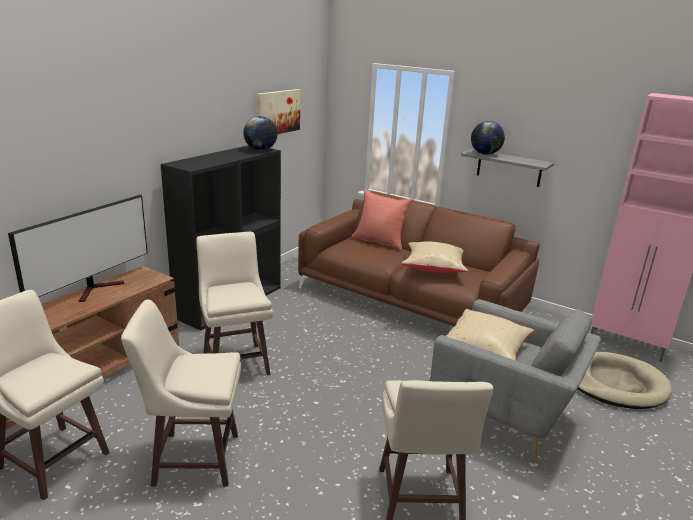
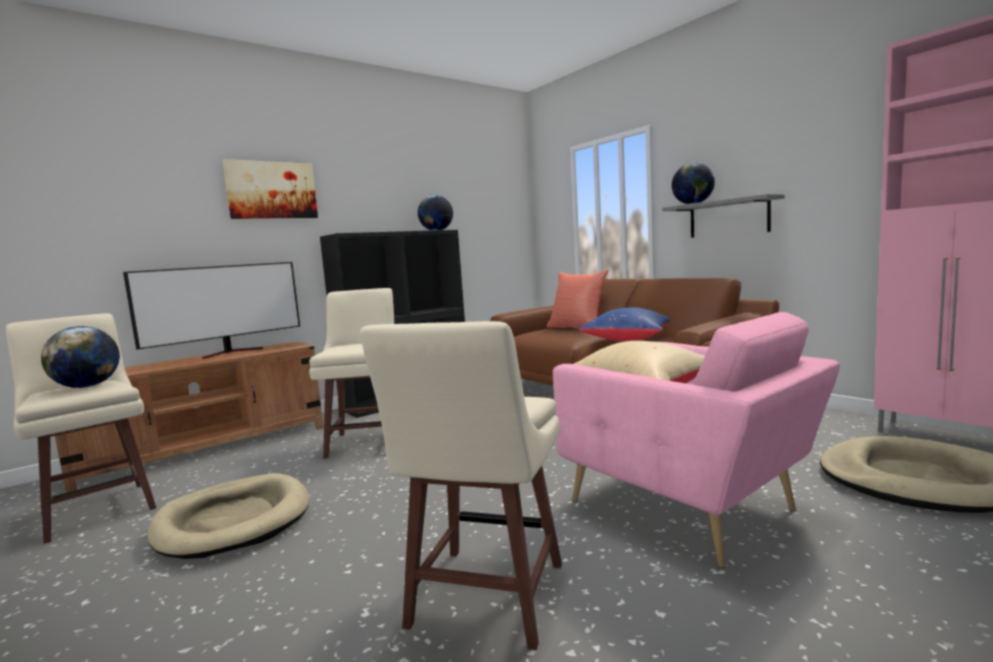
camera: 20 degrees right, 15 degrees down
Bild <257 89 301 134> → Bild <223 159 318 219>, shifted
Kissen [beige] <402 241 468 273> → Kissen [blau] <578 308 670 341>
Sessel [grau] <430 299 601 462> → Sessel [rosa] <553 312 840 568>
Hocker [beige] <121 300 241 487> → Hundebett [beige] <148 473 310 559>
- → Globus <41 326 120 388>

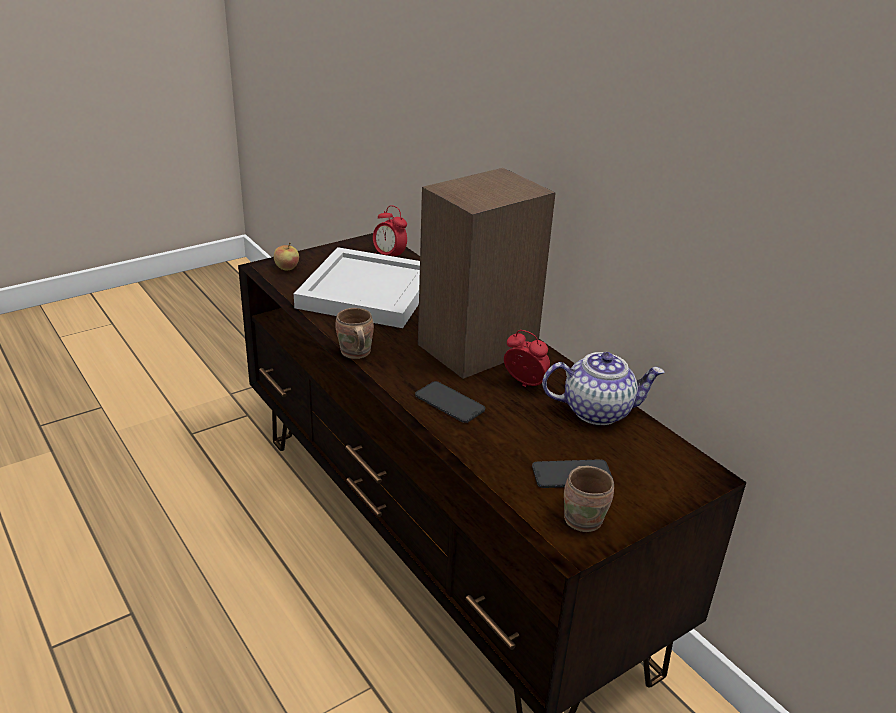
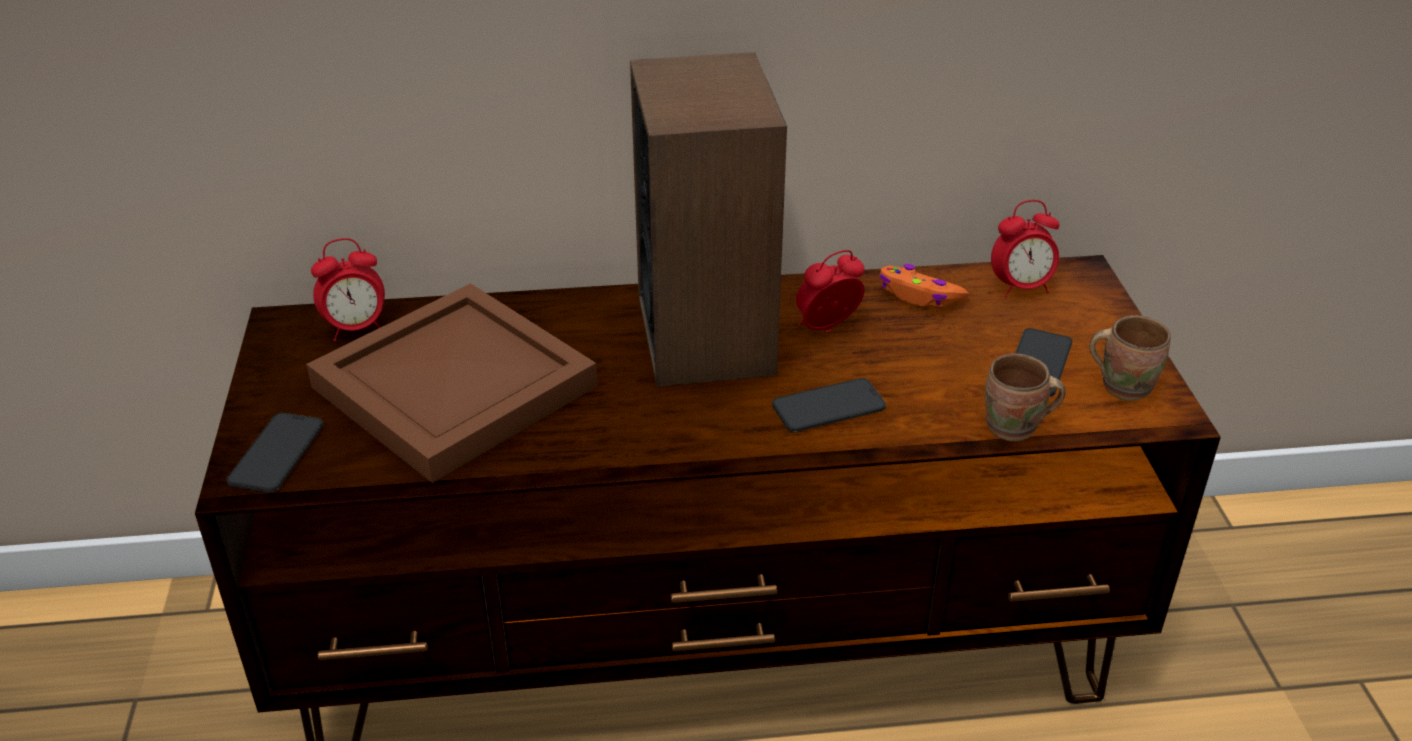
camera: 60 degrees left, 5 degrees up
Apfel <274 242 299 270> → Handy <226 413 323 493>
Tablett [weiß] <294 247 420 328> → Tablett [braun] <306 283 598 483>
Henkelbecher [braun] <335 308 374 359> → Henkelbecher [braun] <985 353 1065 441>, shifted
Teekanne <542 352 664 425> → Gamepad [orange] <879 264 969 307>
- → Wecker <991 200 1060 298>

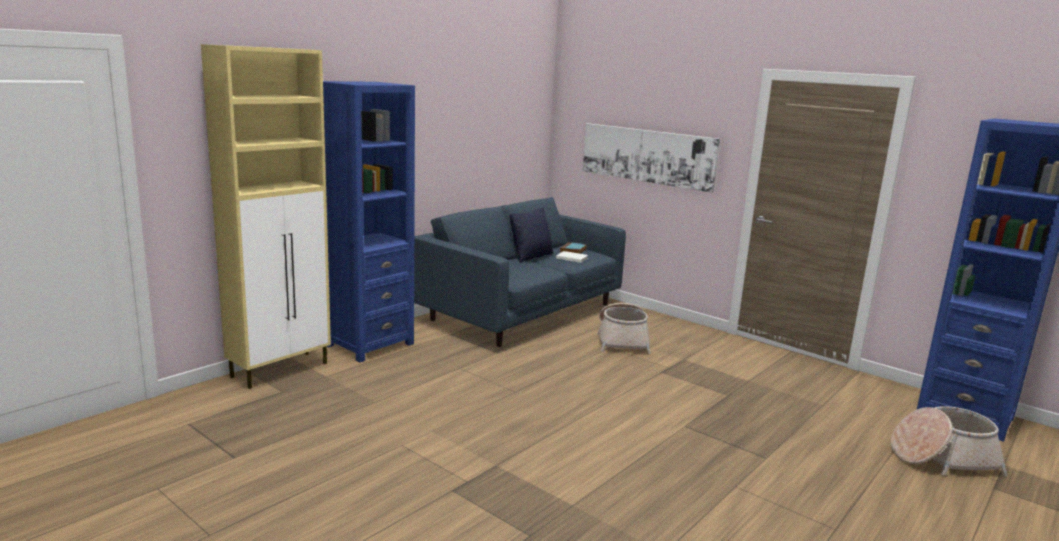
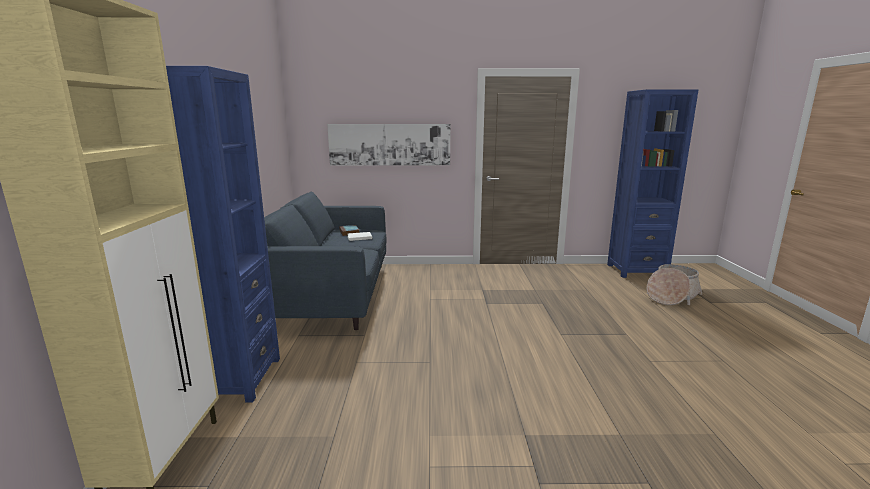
camera: 40 degrees left, 0 degrees up
Kissen [schwarz] <510 208 553 263> → -
Korb <597 303 651 354> → -

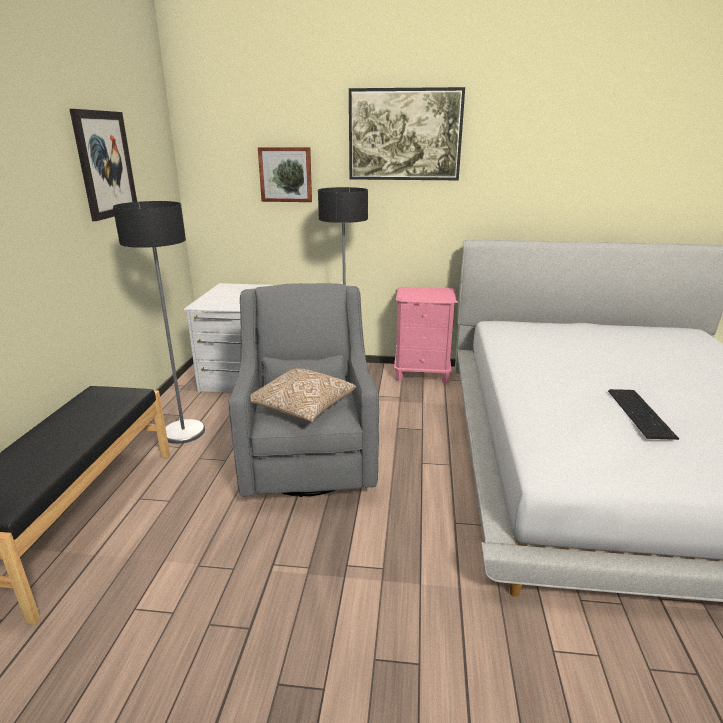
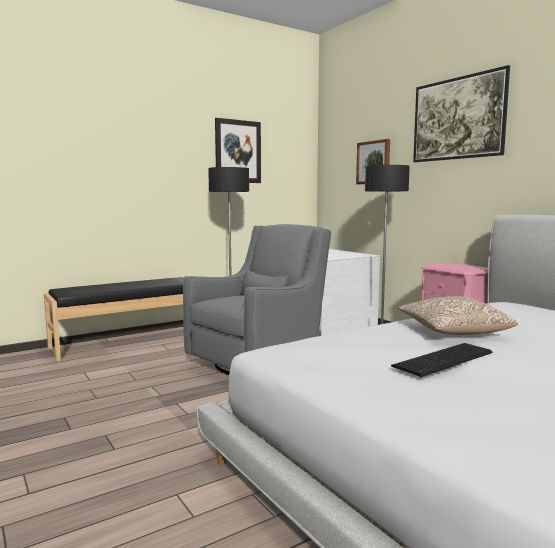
camera: 50 degrees right, 15 degrees down
Kissen <251 368 356 422> → Kissen <398 296 518 335>, shifted

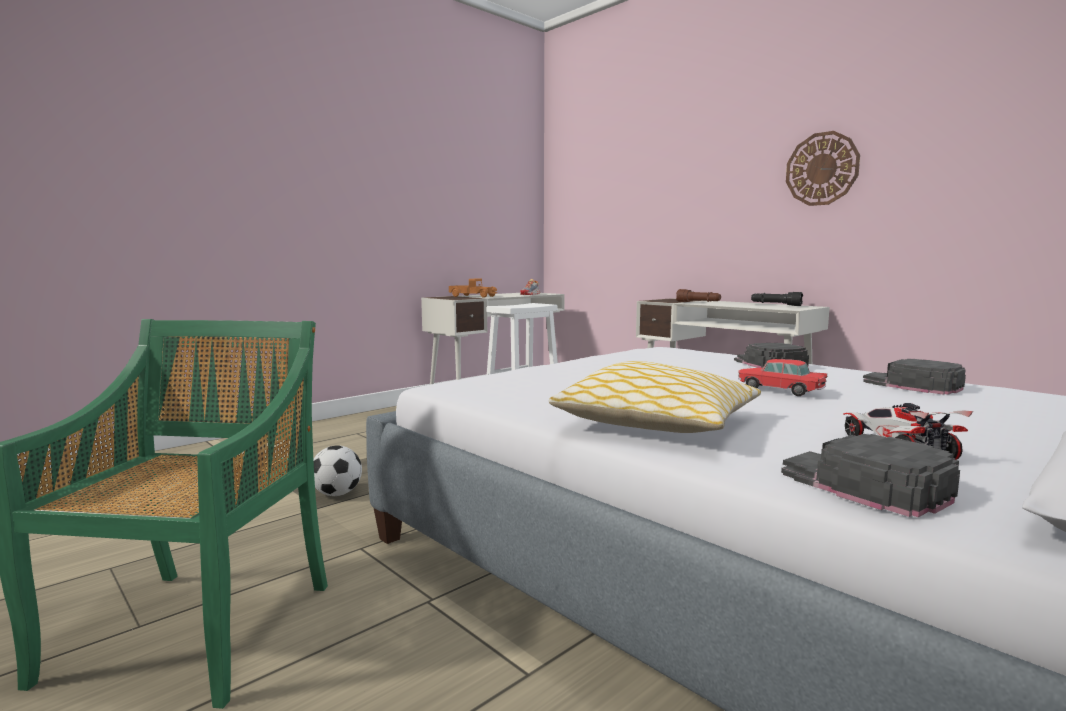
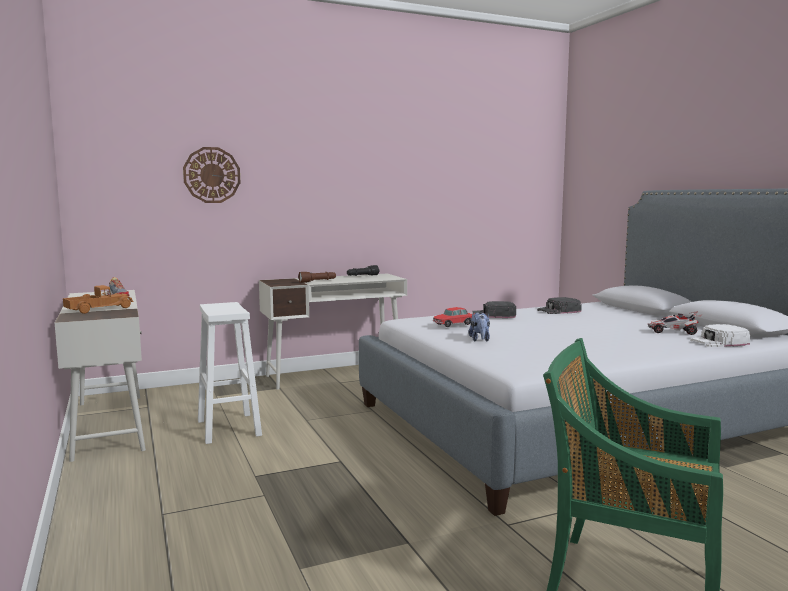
camera: 70 degrees left, 0 degrees up
Wanduhr <786 131 860 206> → Wanduhr <183 147 240 203>, shifted
Spielzeugauto <738 359 827 396> → Spielzeugauto <433 307 475 327>, shifted
Kissen <549 361 761 433> → -
Kappe [schwarz] <781 434 960 517> → Kappe [weiß] <690 324 751 347>
Fußball <313 445 362 496> → -
- → Plüschtier <469 312 490 341>

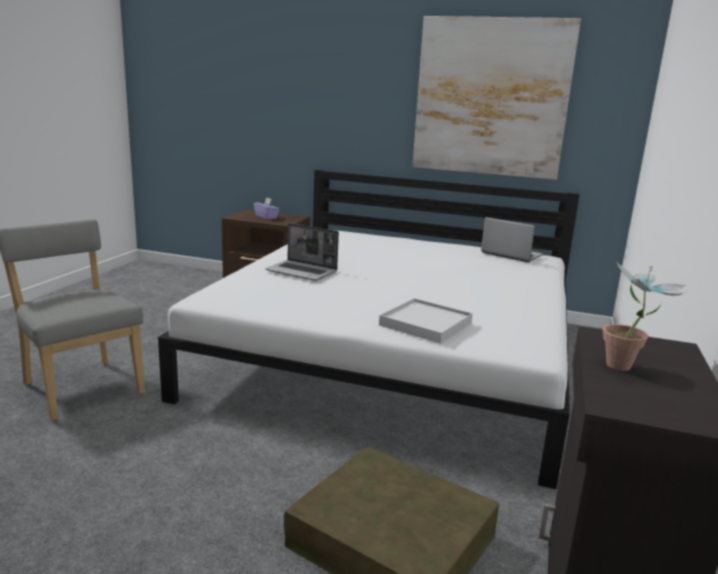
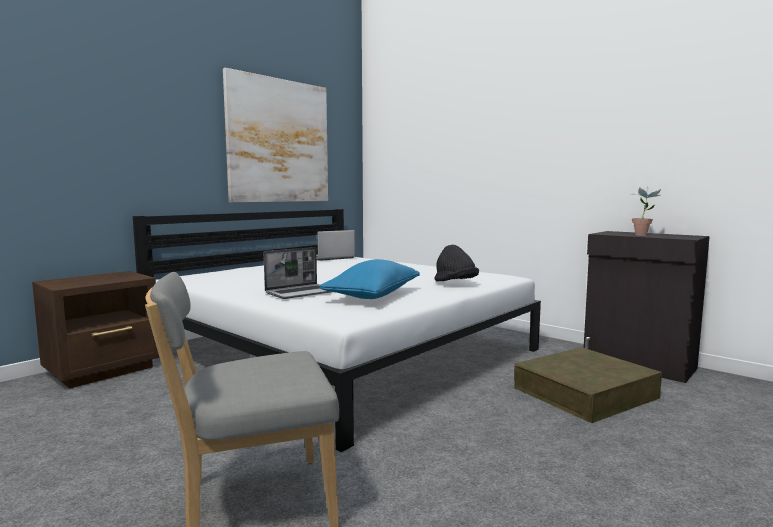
camera: 65 degrees left, 10 degrees down
Taschentuchbox [lila] <254 197 280 220> → -
Tablett [weiß] <379 298 473 344> → Hut [schwarz] <434 245 479 282>
- → Kissen [blau] <319 259 420 299>

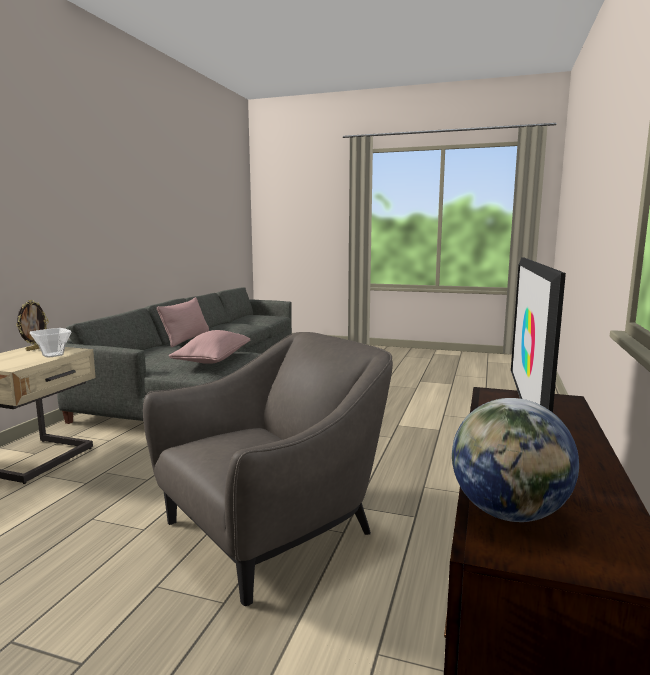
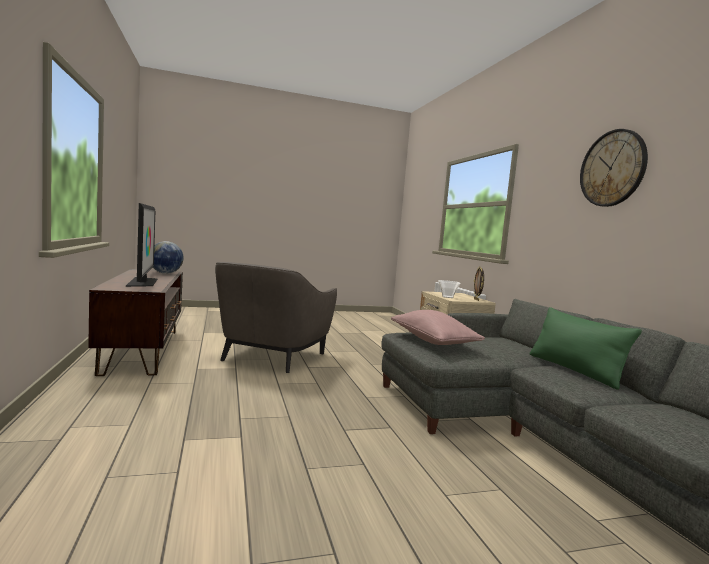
camera: 145 degrees right, 5 degrees down
Kissen [rosa] <157 297 209 347> → Kissen [grün] <530 307 642 390>
- → Wanduhr <580 129 648 207>

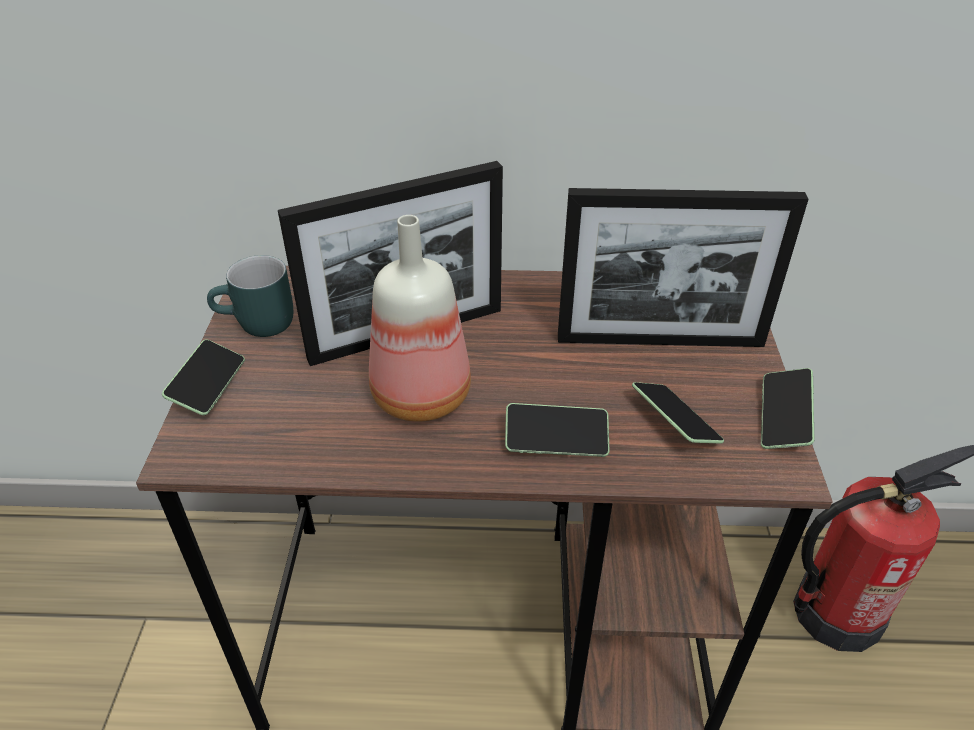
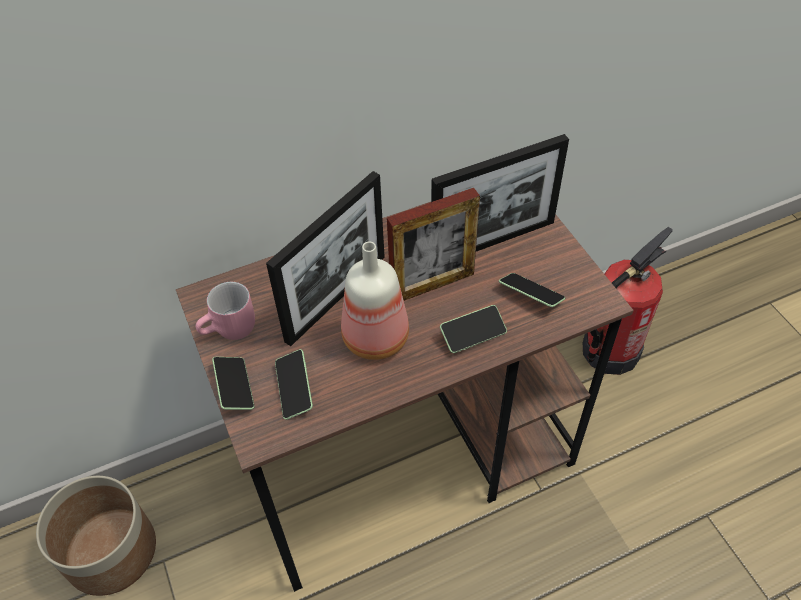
camera: 25 degrees left, 10 degrees up
Henkelbecher [türkis] <207 255 293 337> → Henkelbecher [rosa] <196 282 255 340>
Handy <761 368 815 449> → Handy <275 349 313 420>, shifted
- → Bilderrahmen <387 188 480 301>
- → Pflanzkübel <36 476 156 596>

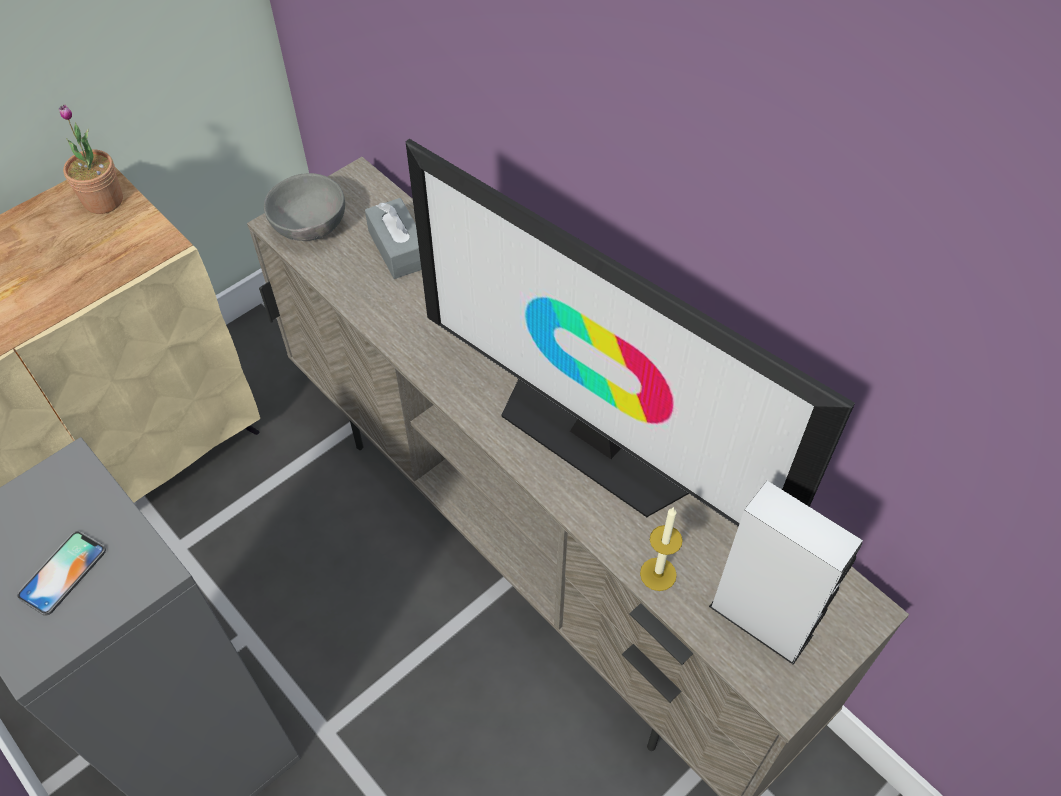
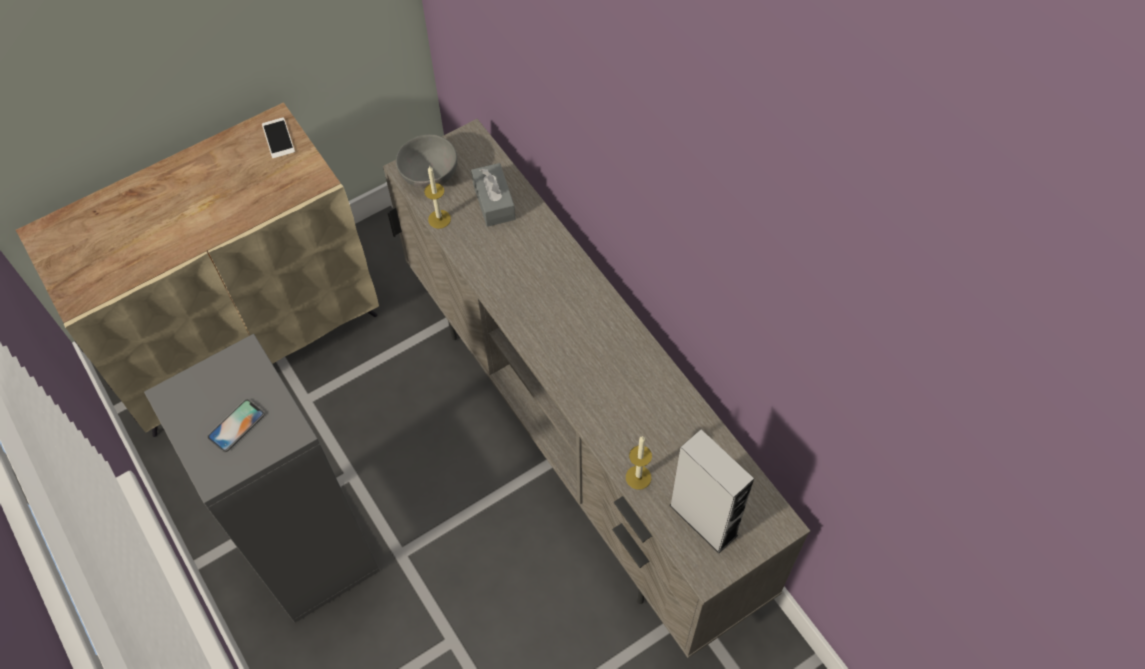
camera: 10 degrees right, 5 degrees up
Topfpflanze <59 104 123 214> → Handy <262 117 295 159>
Fernseher <405 139 855 527> → -
- → Kerze <424 166 451 229>

